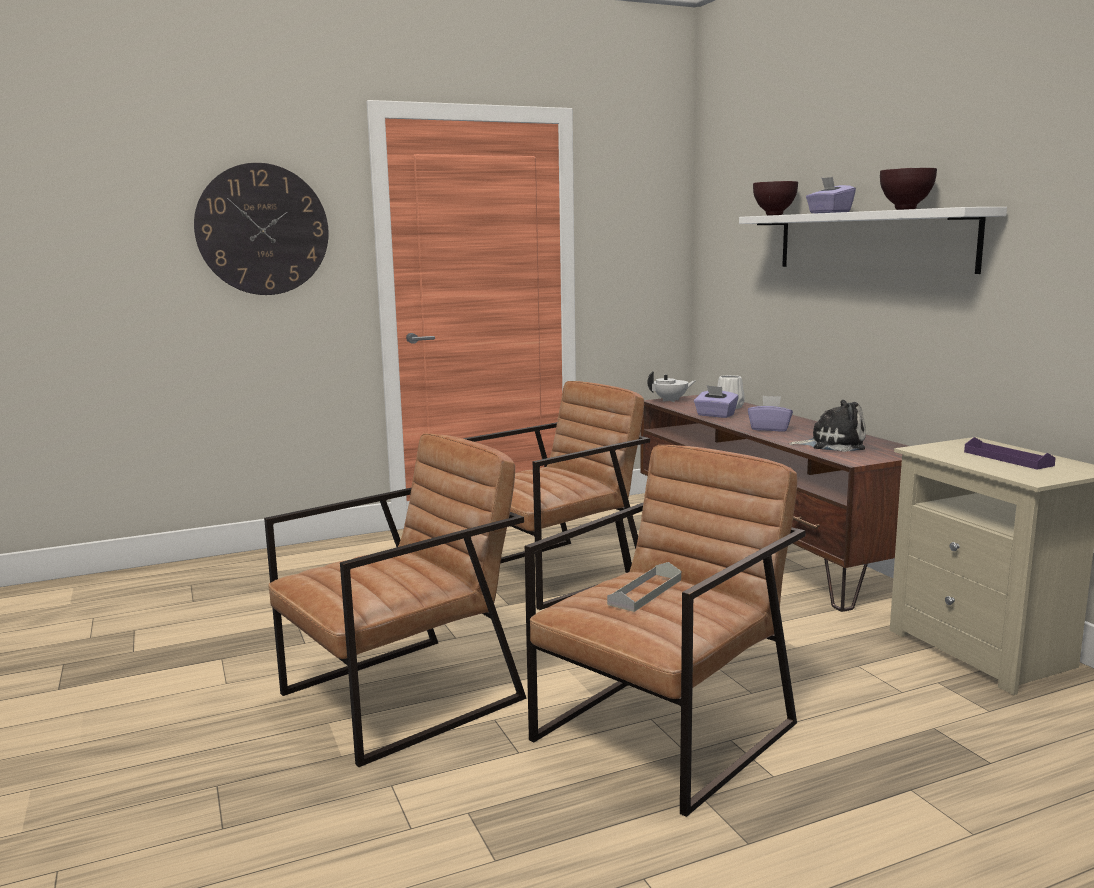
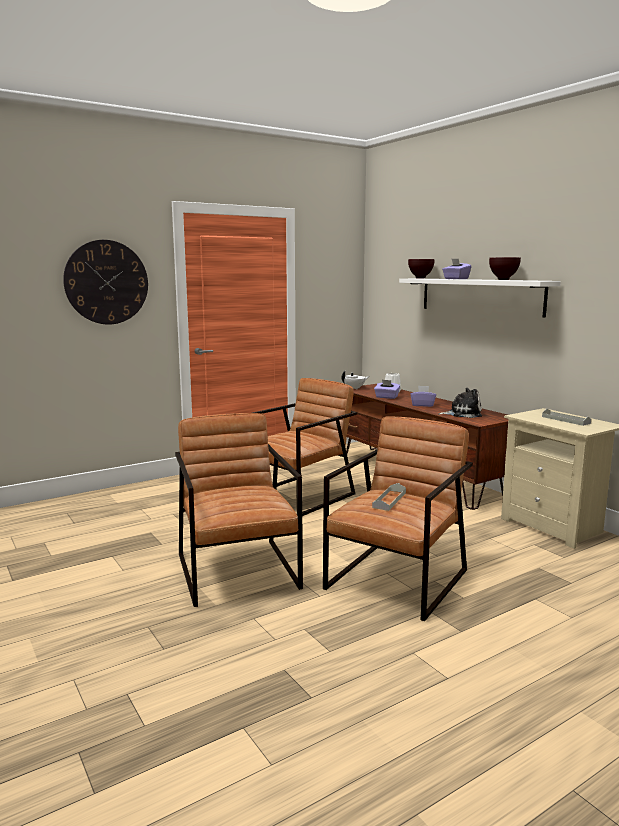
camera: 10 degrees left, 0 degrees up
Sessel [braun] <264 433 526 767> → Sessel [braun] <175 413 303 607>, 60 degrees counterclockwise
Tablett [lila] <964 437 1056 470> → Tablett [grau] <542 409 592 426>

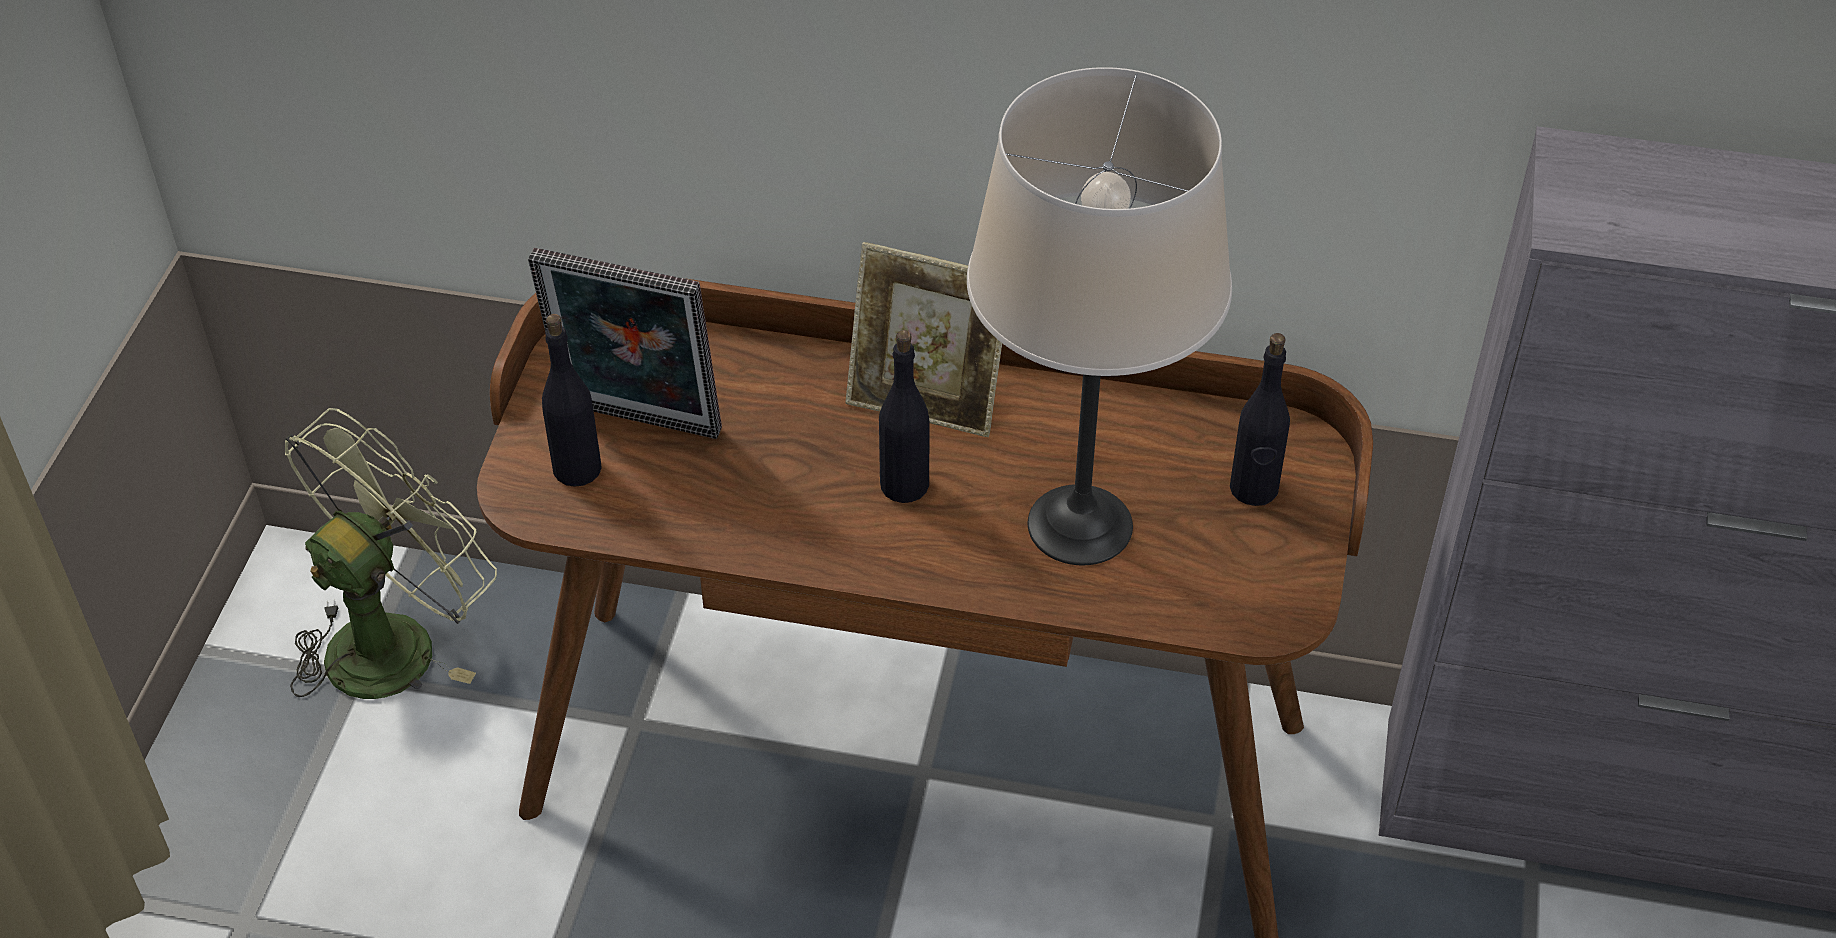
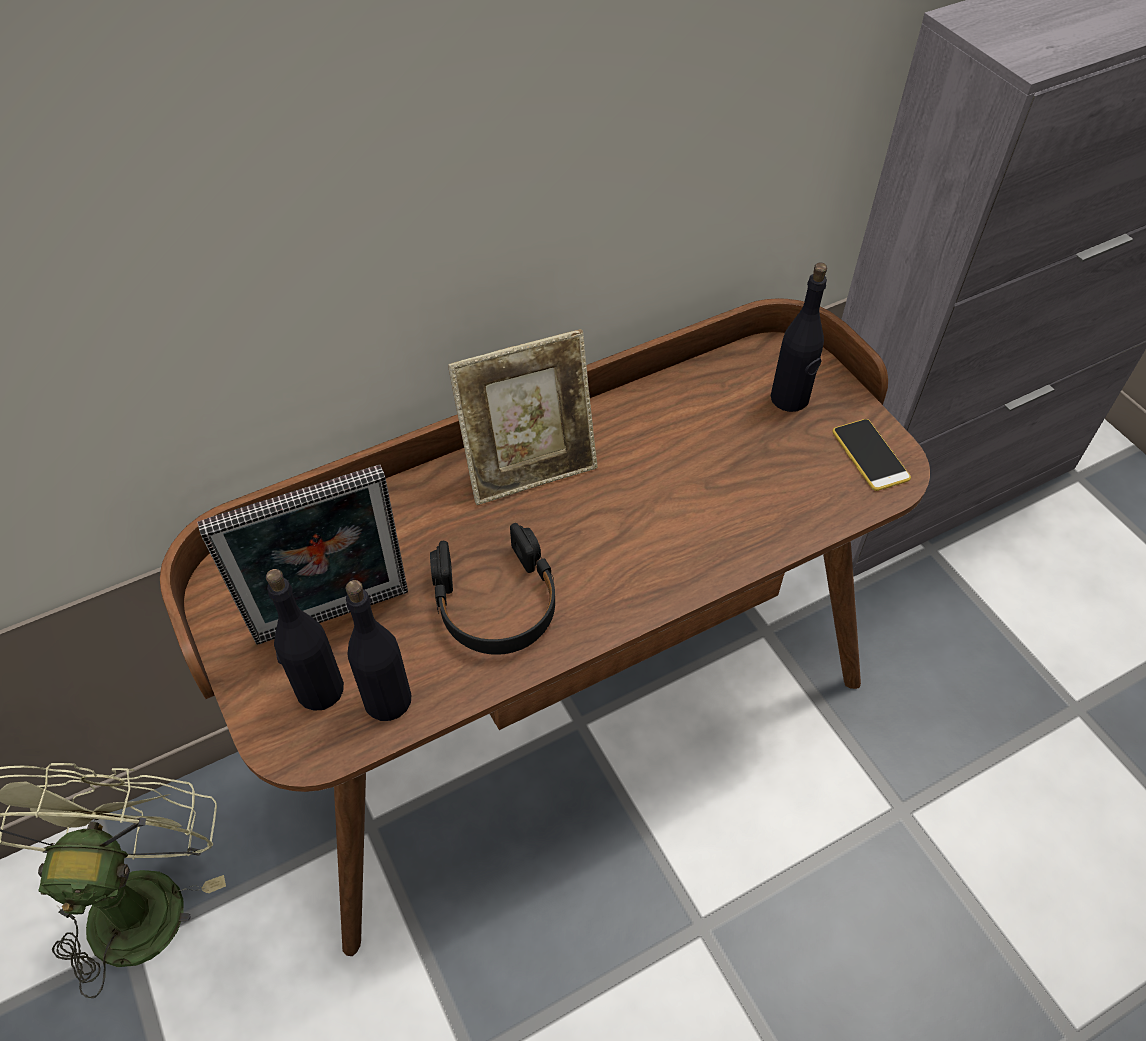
camera: 40 degrees left, 5 degrees up
Tischlampe [beige] <967 67 1232 565> → -
Flasche [schwarz] <879 330 930 503> → Flasche [schwarz] <345 580 411 721>, shifted
- → Handy <832 419 911 491>
- → Kopfhörer [schwarz] <430 523 555 655>

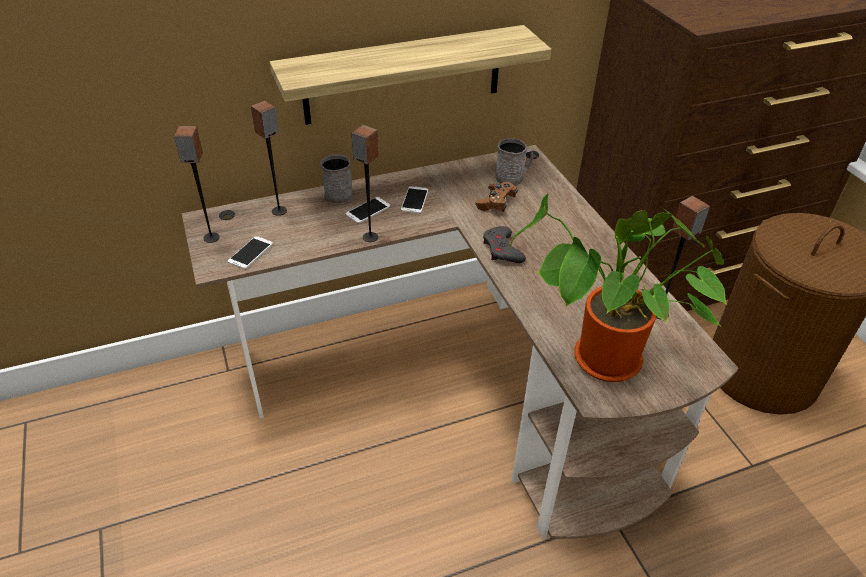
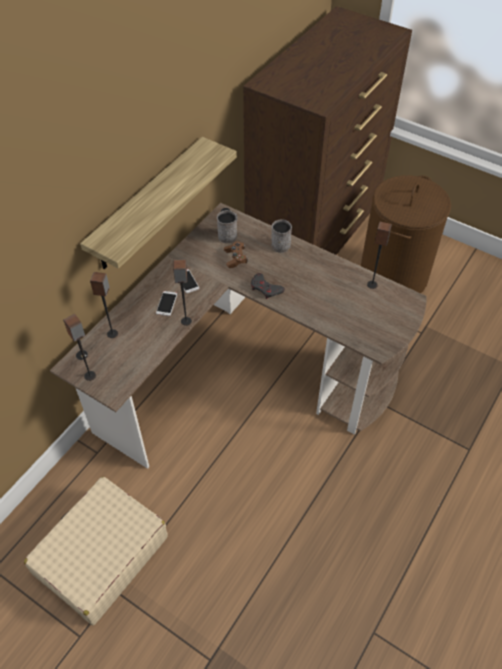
camera: 35 degrees left, 10 degrees up
Henkelbecher [grau] <320 154 353 204> → Henkelbecher [grau] <271 219 292 253>, shifted
Topfpflanze <510 193 727 382> → -
Handy <228 236 273 269> → -
- → Koffer [beige] <24 477 168 625>

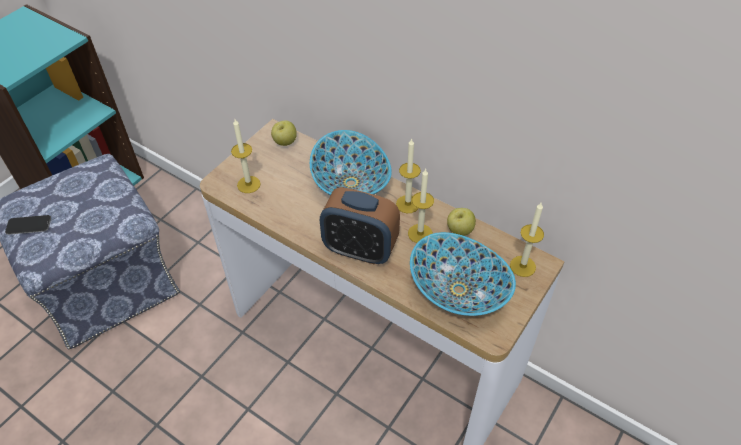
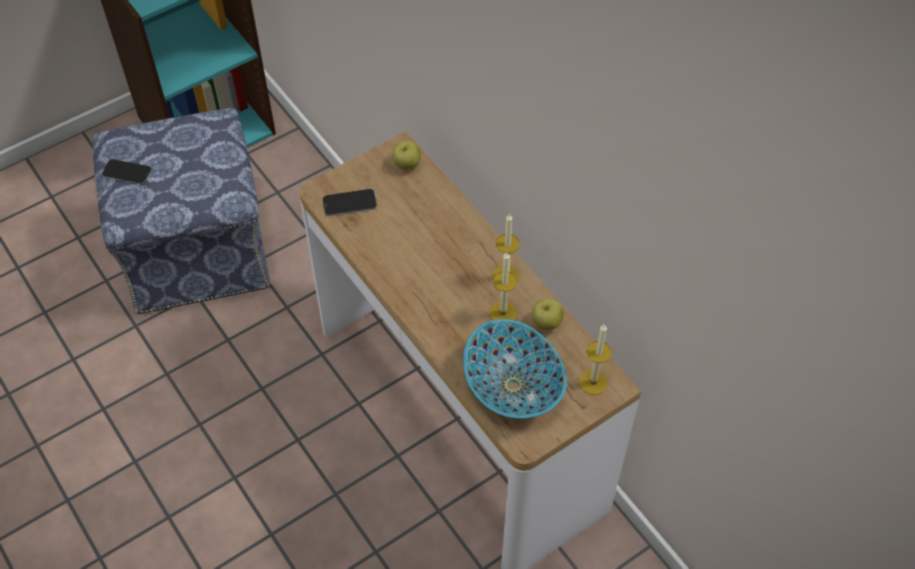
camera: 20 degrees right, 5 degrees up
Kerze <231 119 261 193> → Handy <323 189 377 216>
Schüssel <310 130 392 195> → -
Wecker <320 187 400 265> → -

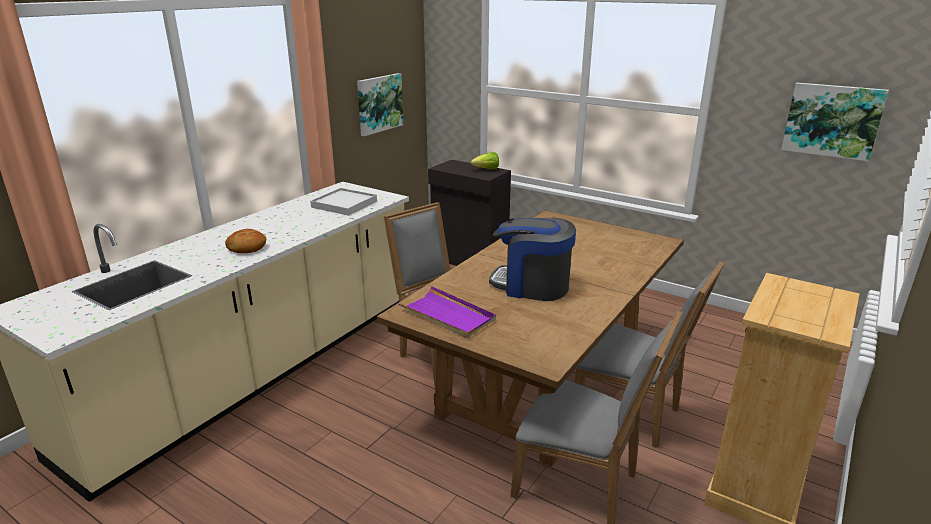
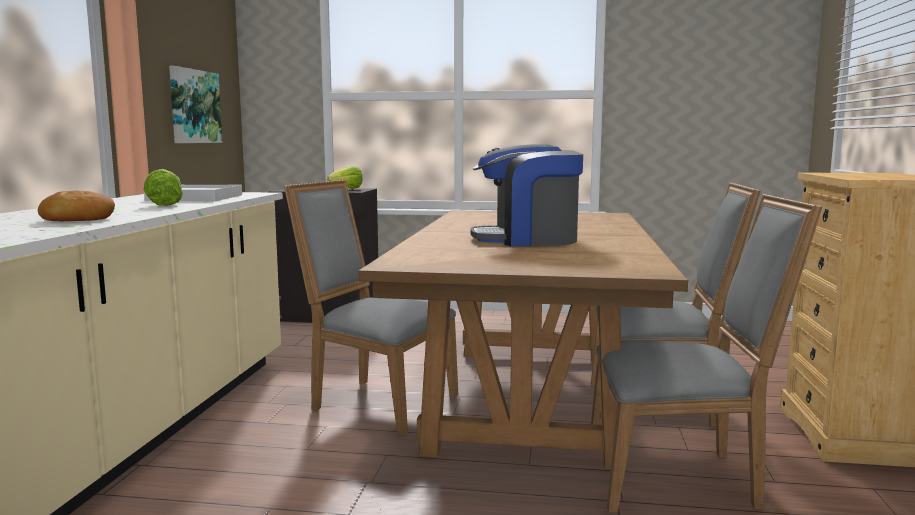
camera: 25 degrees left, 15 degrees down
Bild <781 83 889 161> → -
Tablett [lila] <398 286 496 338> → -
- → Salatkopf <143 169 183 206>

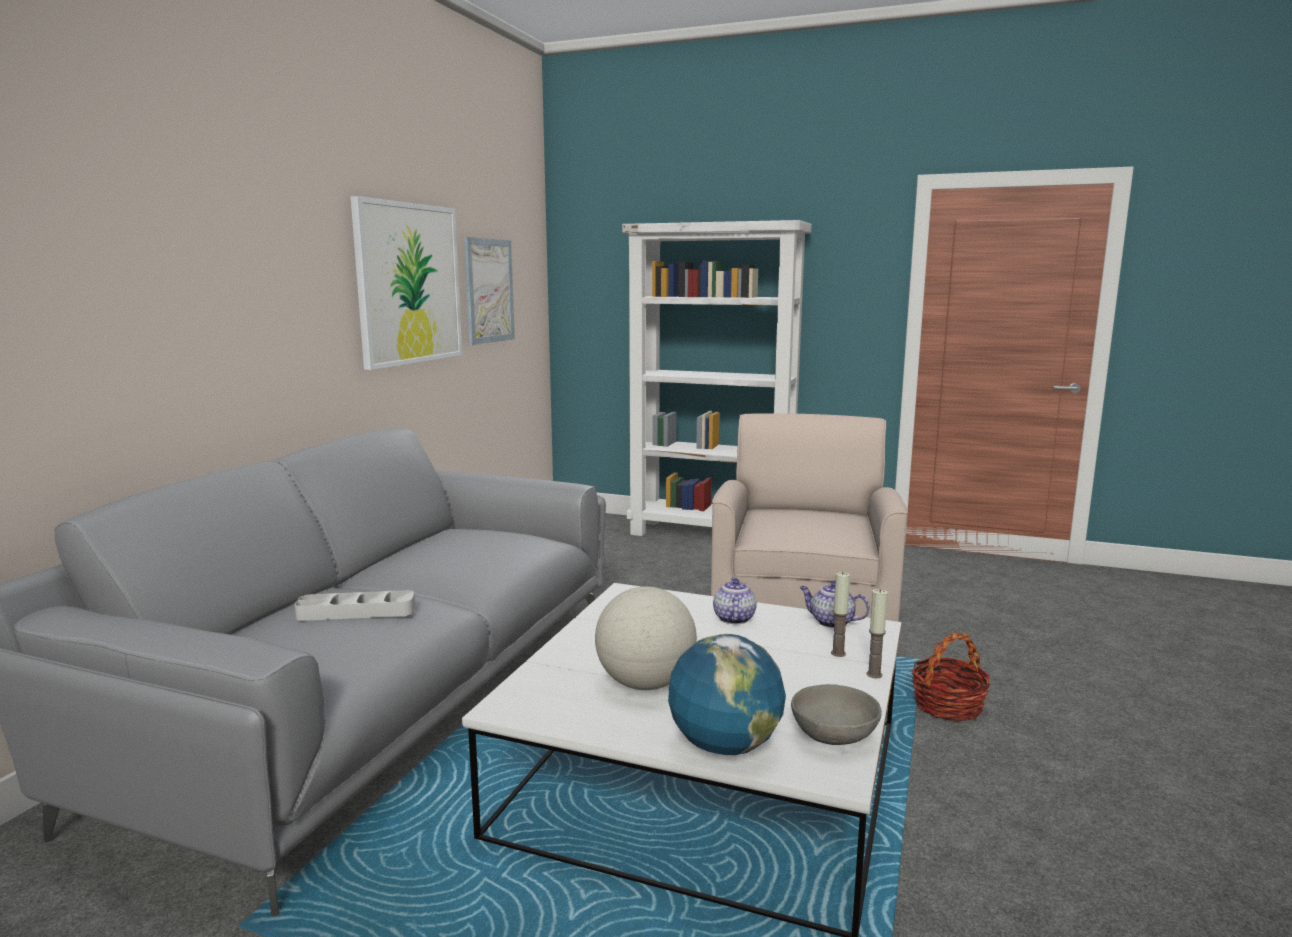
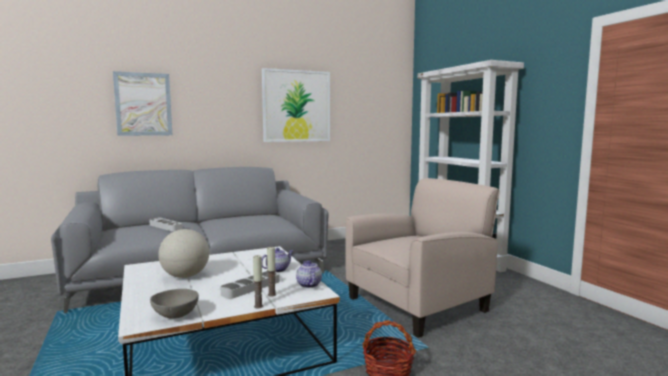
camera: 45 degrees right, 5 degrees down
Bild <464 237 515 345> → Bild <113 71 172 136>, shifted
Globus <668 634 786 755> → -
- → Tablett [grau] <220 271 280 299>

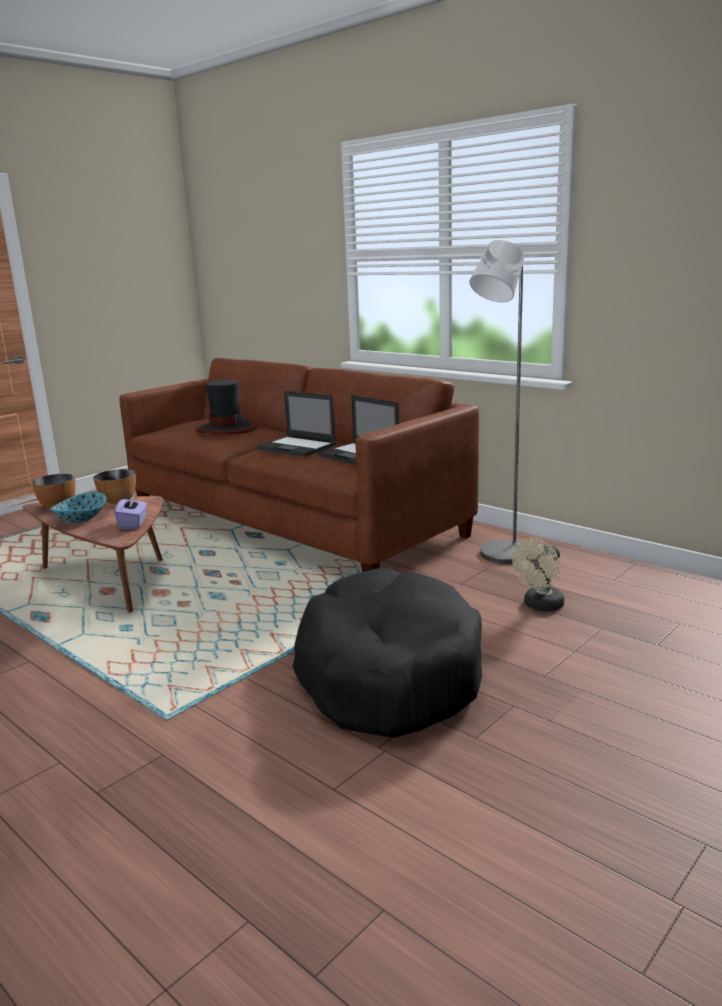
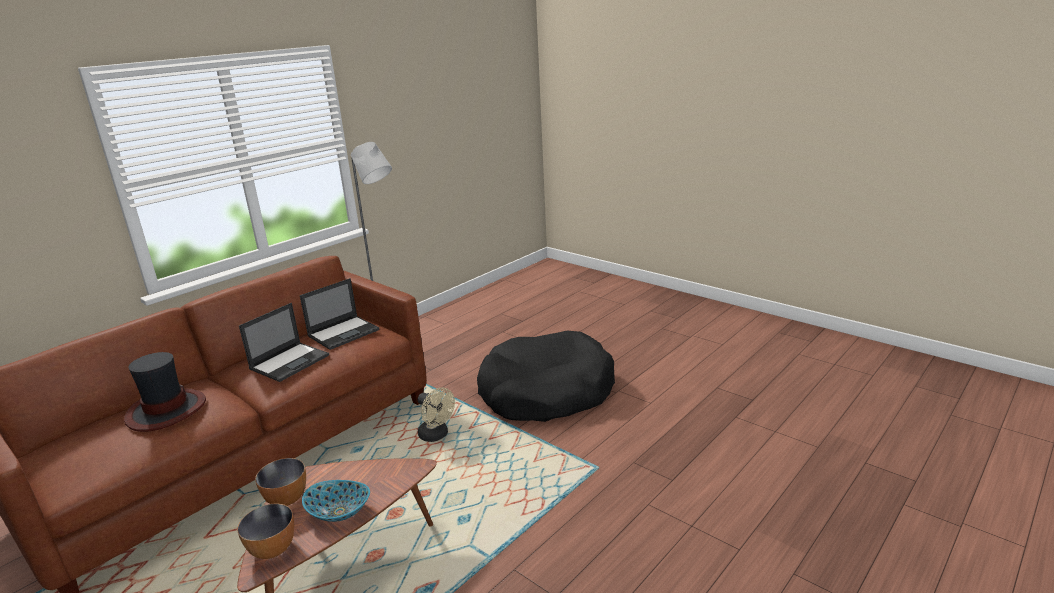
camera: 90 degrees left, 5 degrees up
Taschentuchbox [lila] <114 493 147 530> → -
Ventilator [beige] <512 538 564 611> → Ventilator [beige] <417 388 455 442>, shifted

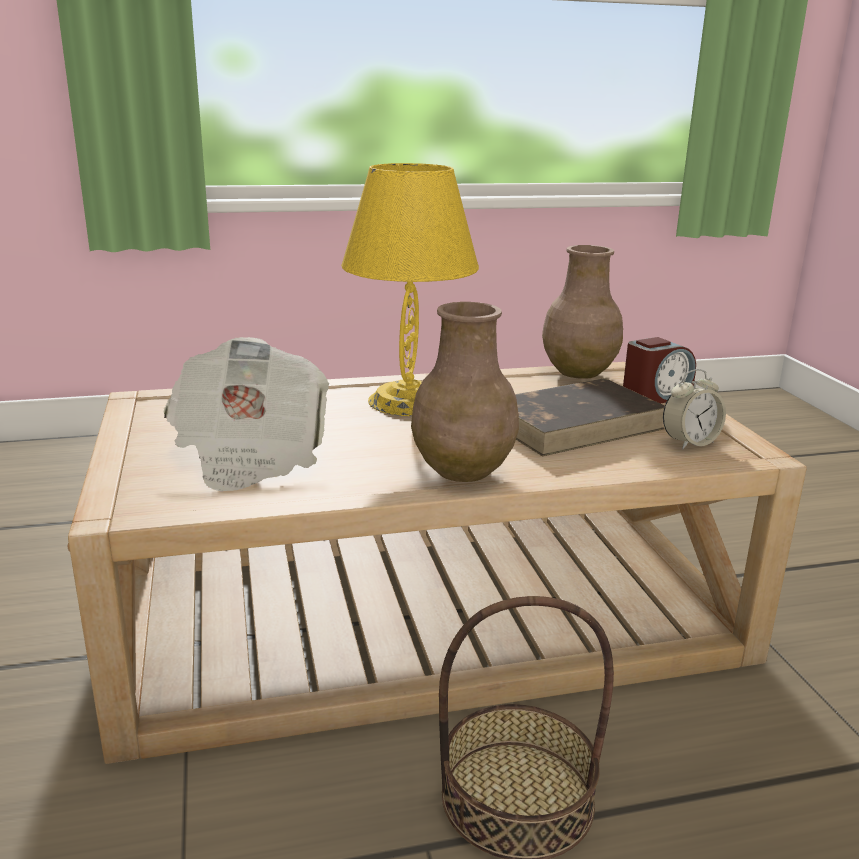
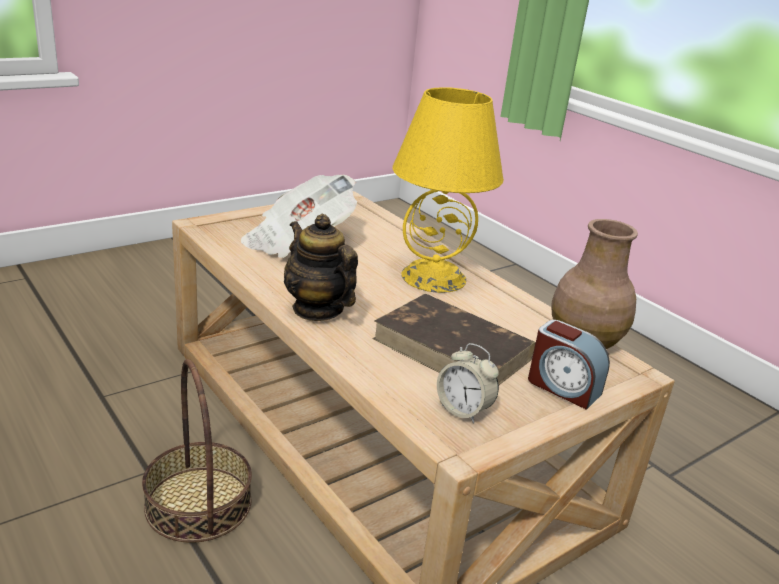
camera: 65 degrees right, 5 degrees up
Vase [braun] <411 302 519 482> → Teekanne <284 214 358 321>

